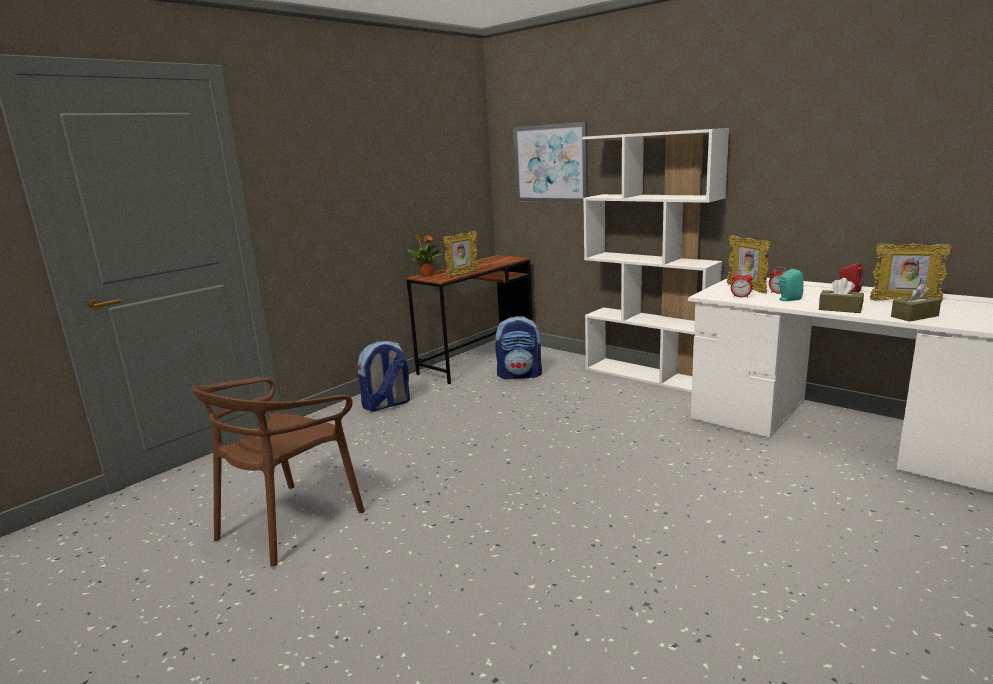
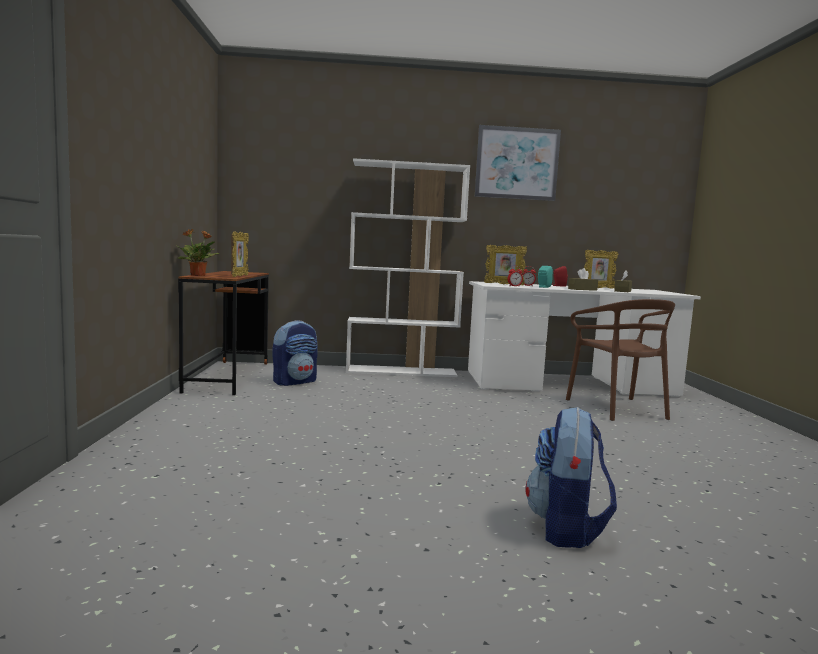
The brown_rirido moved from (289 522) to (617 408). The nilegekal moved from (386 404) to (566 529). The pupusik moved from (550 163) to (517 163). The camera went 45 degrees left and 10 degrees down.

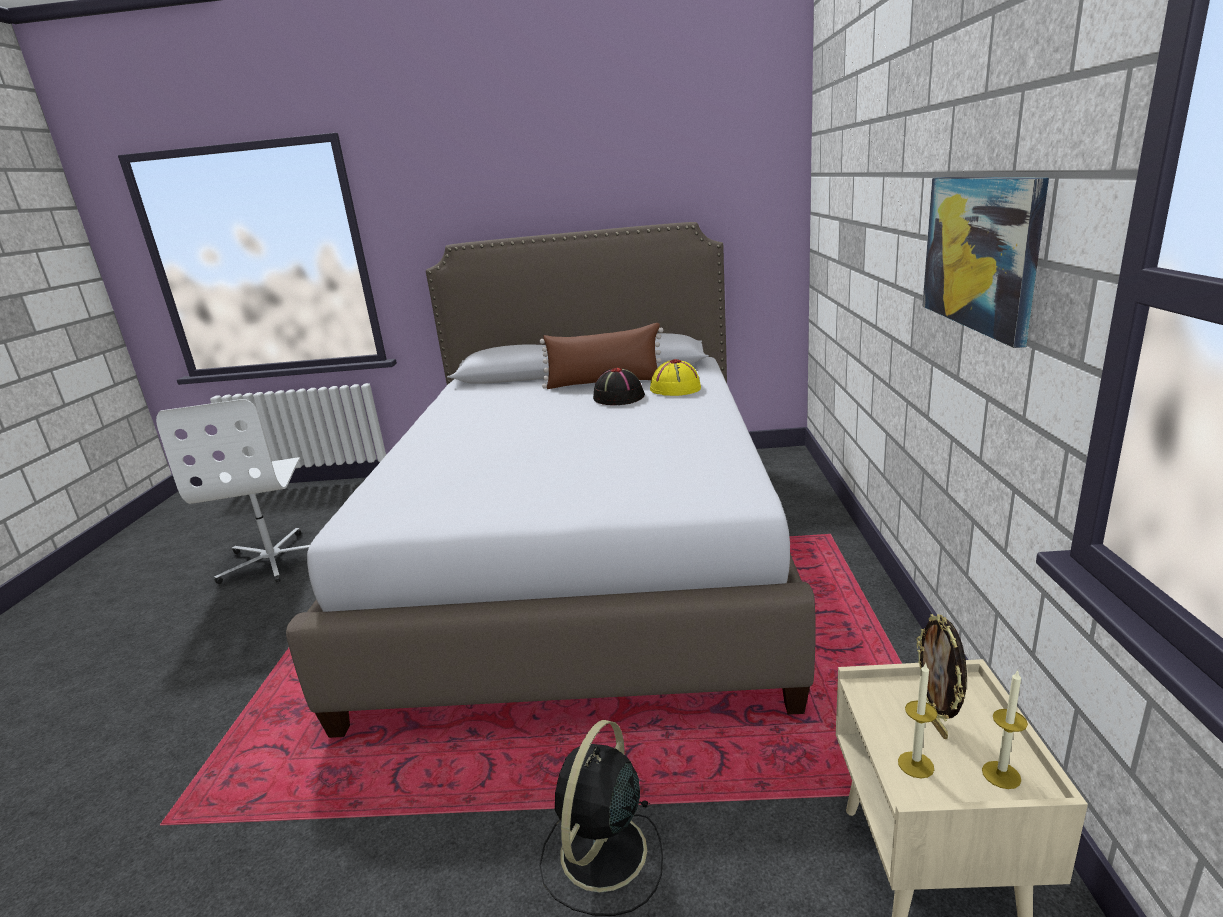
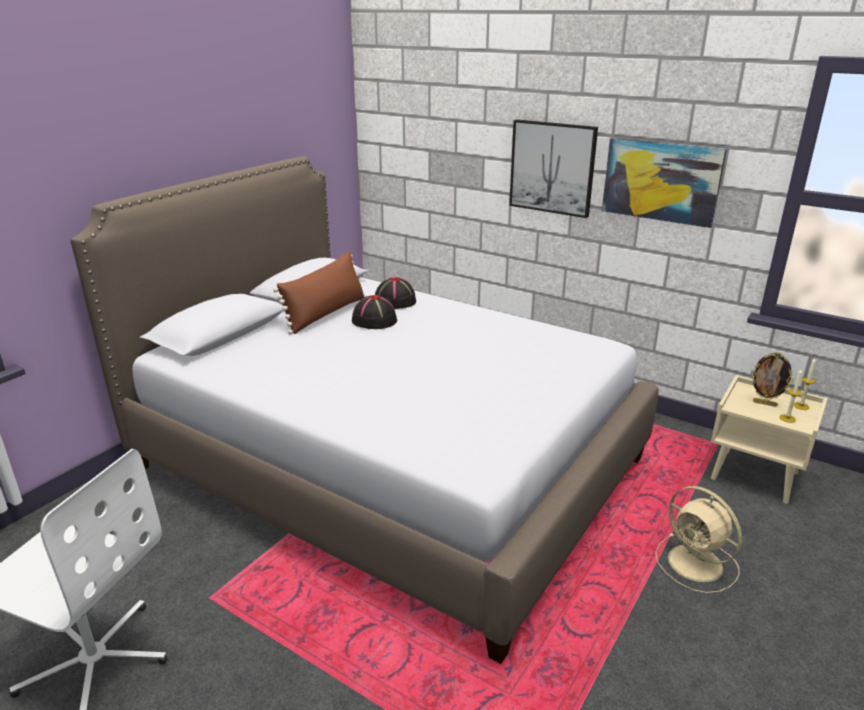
The pupusik at (552 167) appeared. The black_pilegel at (602 855) became the beige_pilegel at (697 564). The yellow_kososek at (675 389) became the black_kososek at (394 302). The camera went 60 degrees left and 5 degrees up.

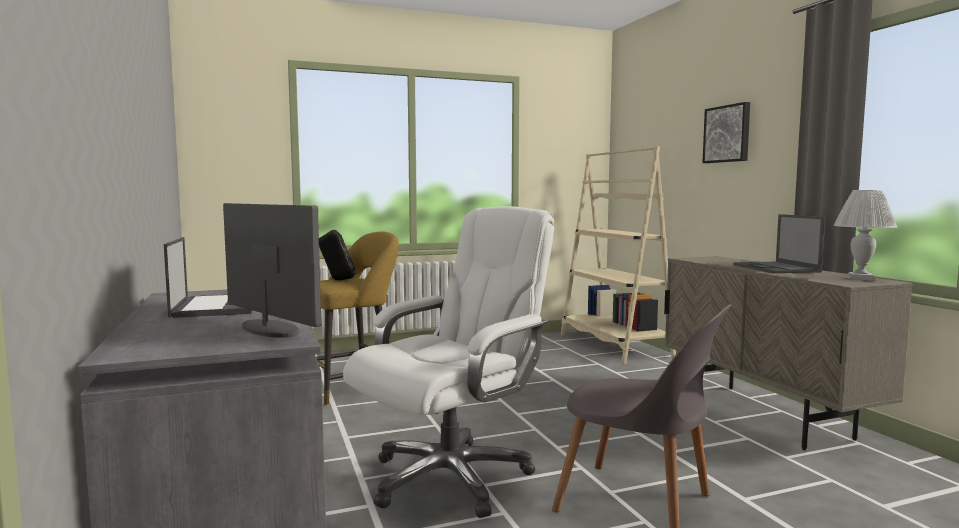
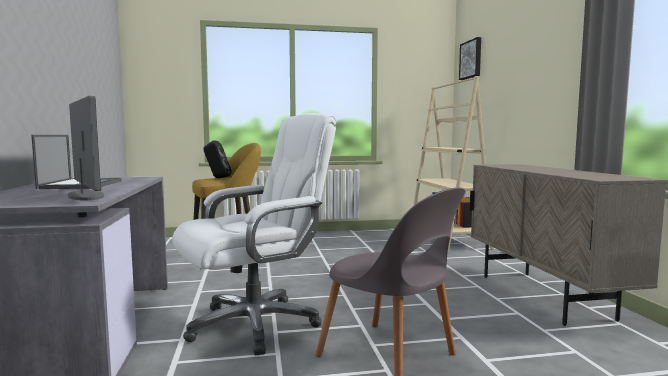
The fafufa at (776 268) disappeared. The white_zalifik at (860 278) disappeared. The pupusik moved from (728 134) to (471 59). The camera went 10 degrees right and 0 degrees up.

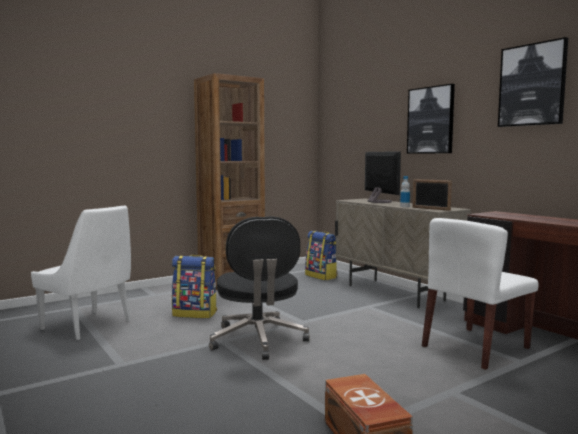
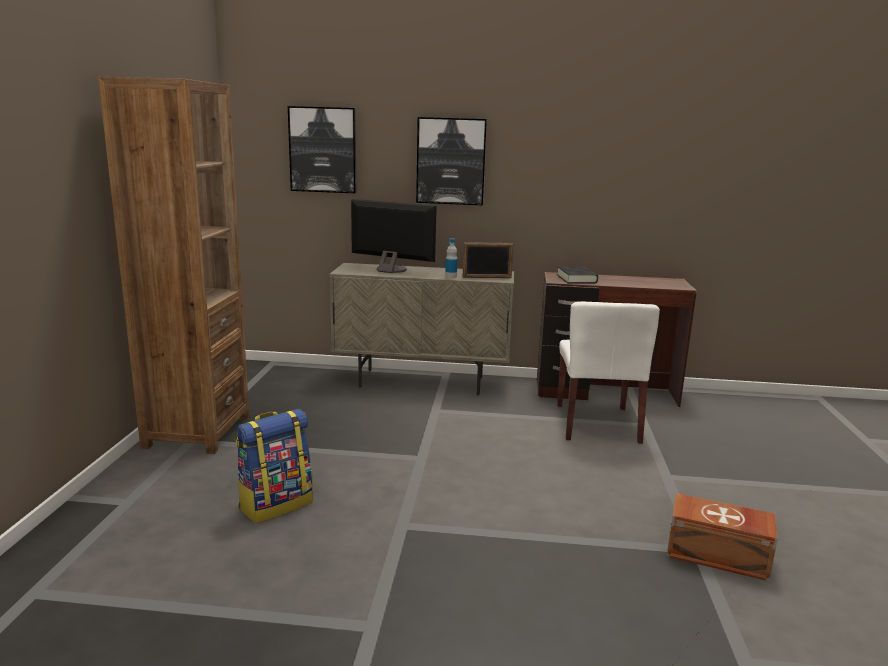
The white_rirido at (89 325) disappeared. The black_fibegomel at (258 340) disappeared. The nilegekal at (321 276) disappeared. The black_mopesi at (576 279) appeared. The pupusik moved from (532 85) to (323 150). The camera went 50 degrees left and 10 degrees up.

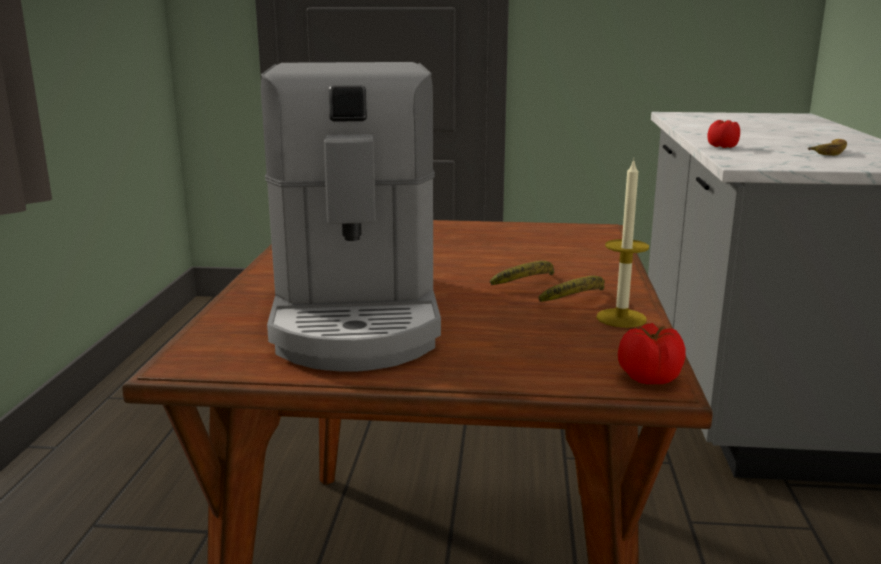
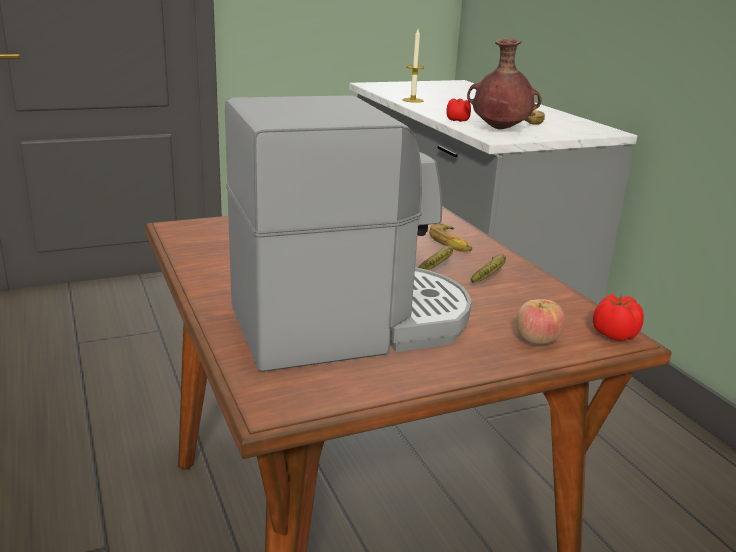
The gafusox at (451 243) appeared. The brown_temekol at (499 130) appeared. The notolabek at (536 340) appeared. The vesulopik moved from (621 318) to (413 100). The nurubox at (357 315) turned 75 degrees counterclockwise. The camera went 30 degrees left and 5 degrees up.

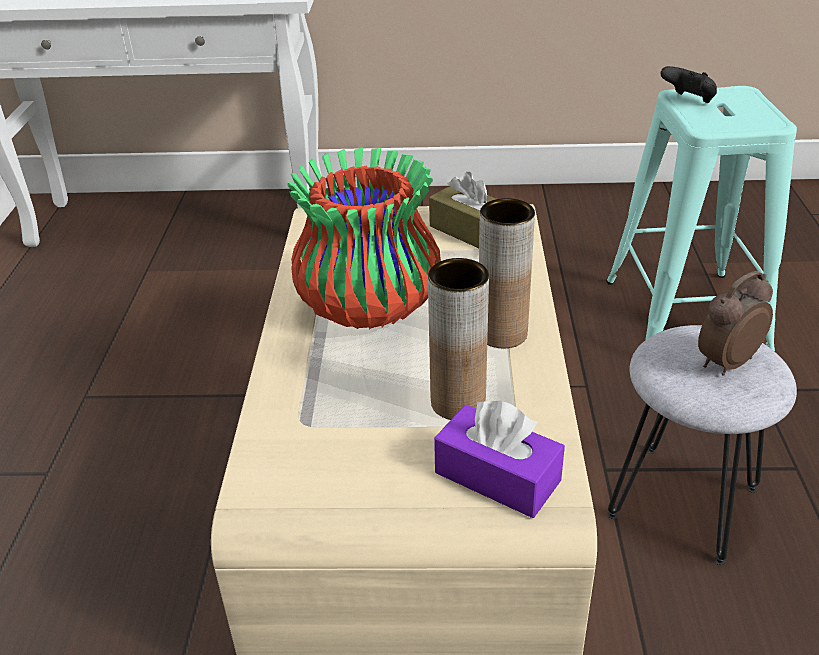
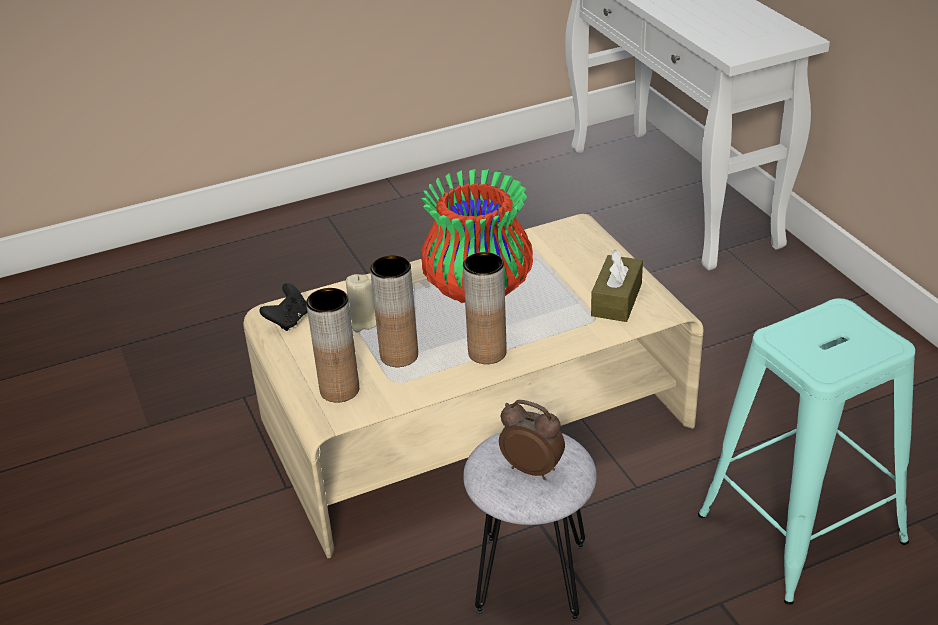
The beige_vesulopik at (363 322) appeared. The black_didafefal moved from (688 101) to (288 321). The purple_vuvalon at (497 476) was replaced by the brown_temekol at (339 390). The camera went 65 degrees right and 0 degrees up.

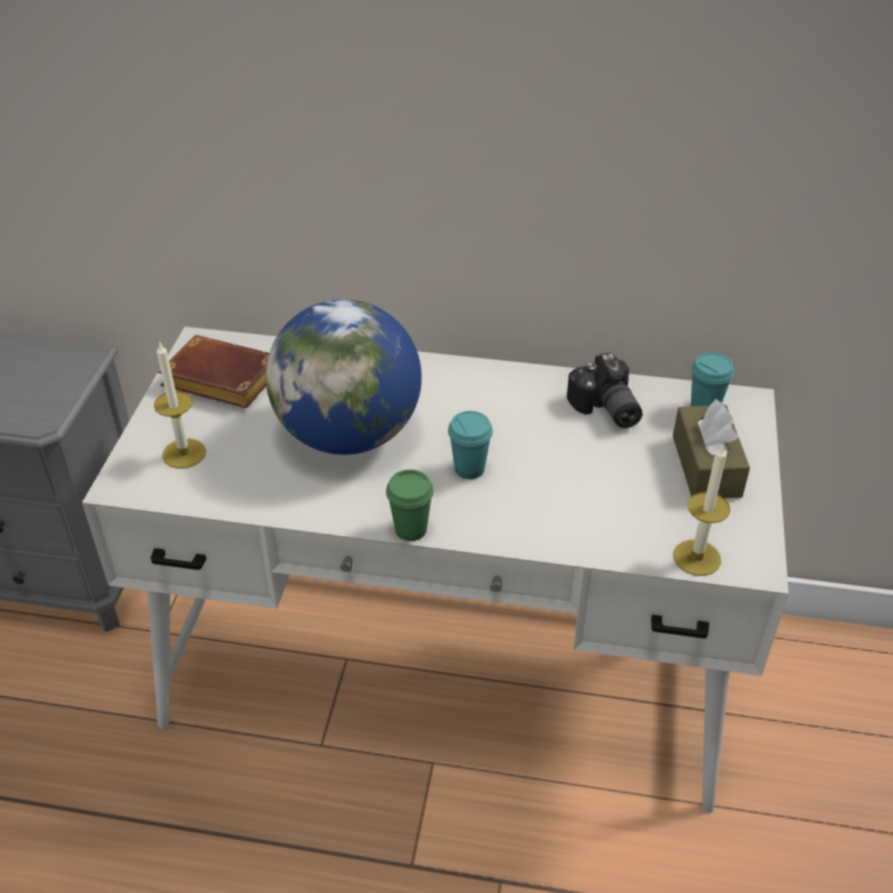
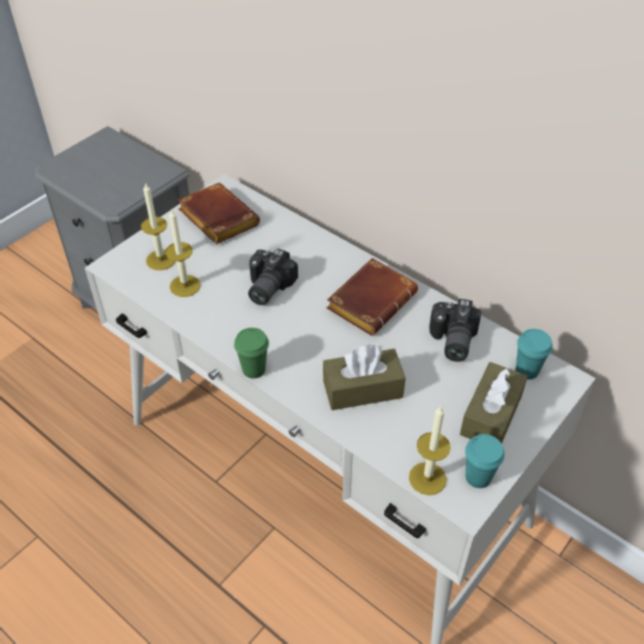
The vesulopik at (185 286) appeared. The brown_vuvalon at (362 389) appeared. The brown_mopesi at (371 300) appeared. The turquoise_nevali moved from (469 469) to (478 477). The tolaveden at (348 434) was replaced by the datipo at (266 287). The camera went 30 degrees right and 5 degrees up.

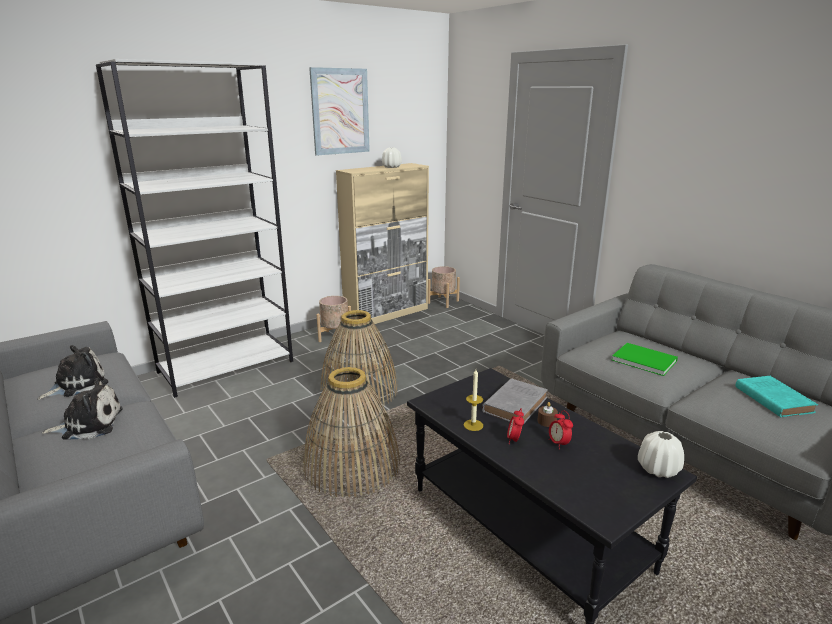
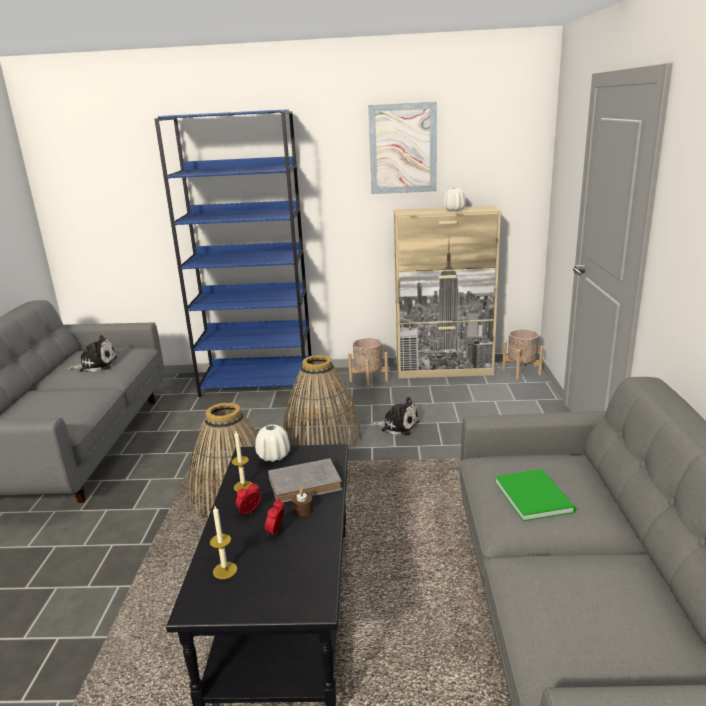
The turquoise_mopesi at (772 398) disappeared. The vesulopik at (225 570) appeared. The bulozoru moved from (89 424) to (398 426). The white_temekol moved from (658 469) to (274 456). The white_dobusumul at (227 366) became the blue_dobusumul at (258 383). The camera went 40 degrees right and 0 degrees up.

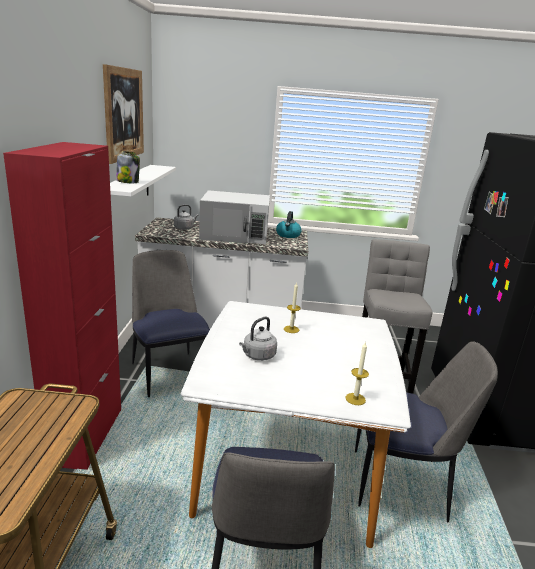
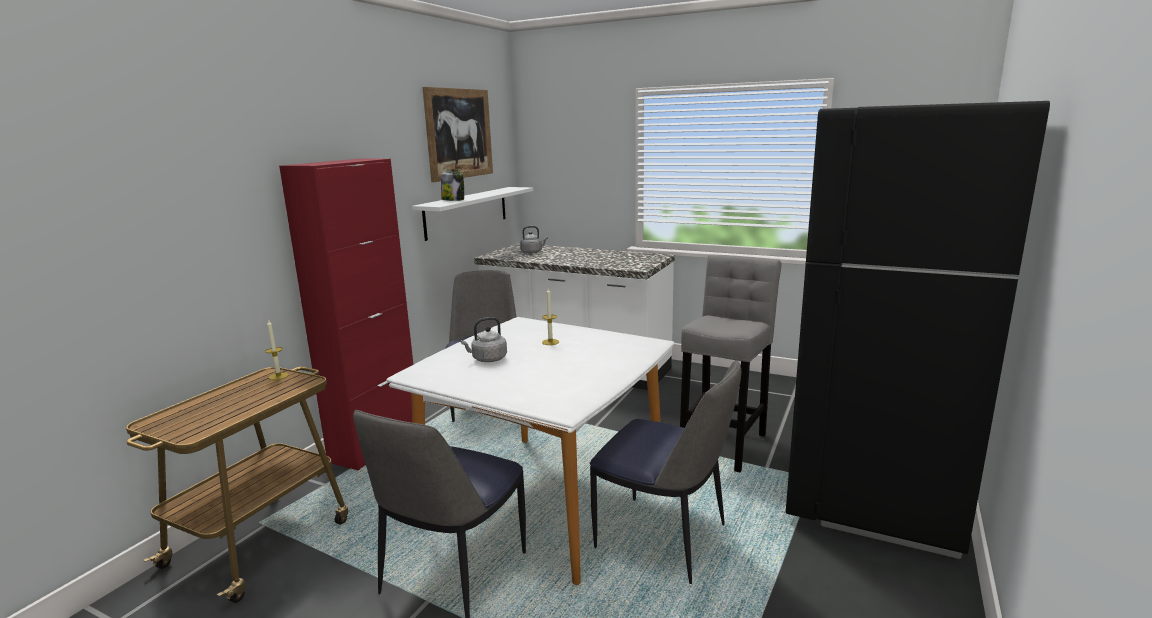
The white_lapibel at (235 234) disappeared. The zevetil at (288 235) disappeared. The vesulopik moved from (355 399) to (278 376). The camera went 25 degrees right and 5 degrees down.

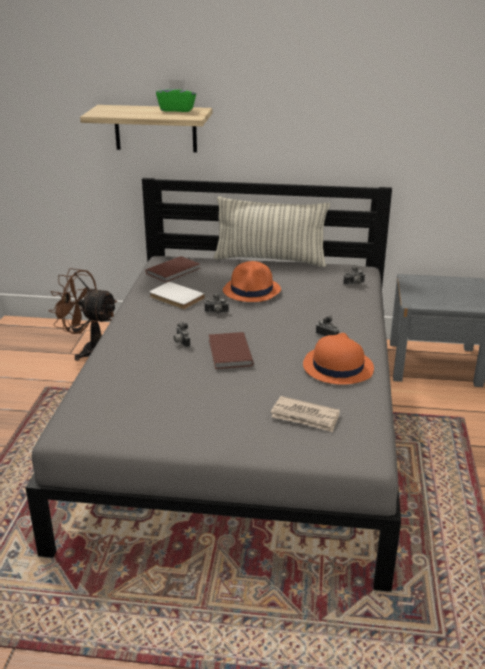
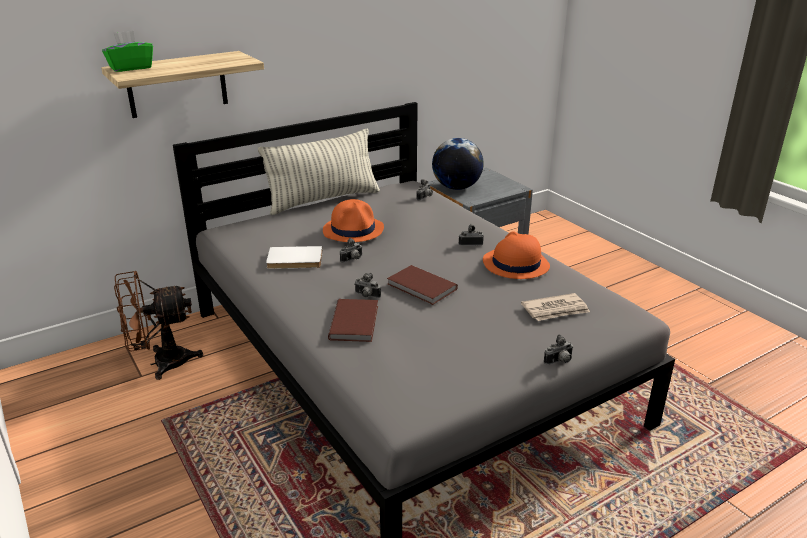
The tolaveden at (456 187) appeared. The datipo at (559 361) appeared. The brown_mopesi moved from (174 271) to (356 322). The green_vuvalon moved from (177 109) to (130 68). The camera went 40 degrees left and 0 degrees up.

